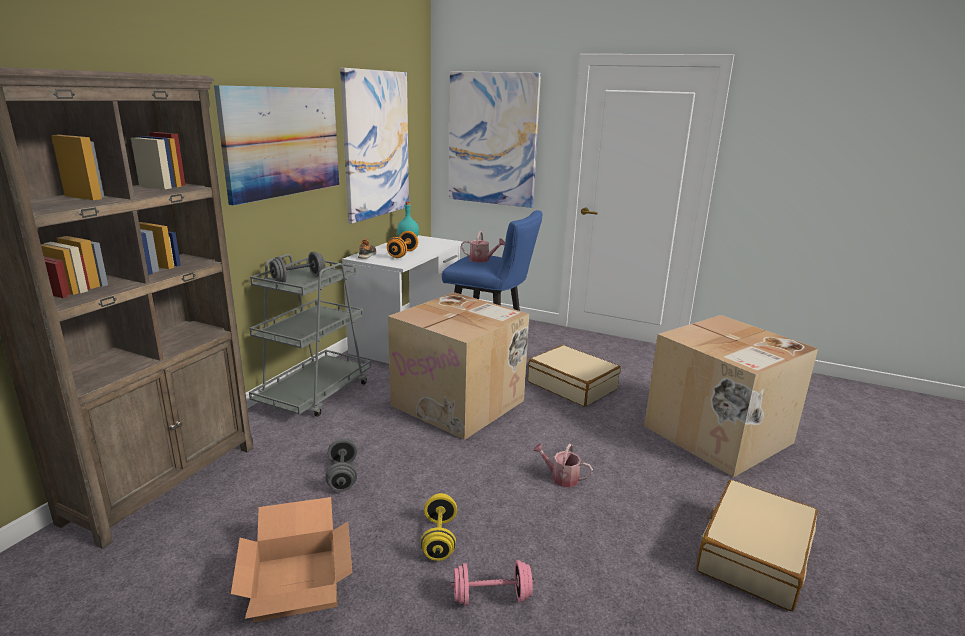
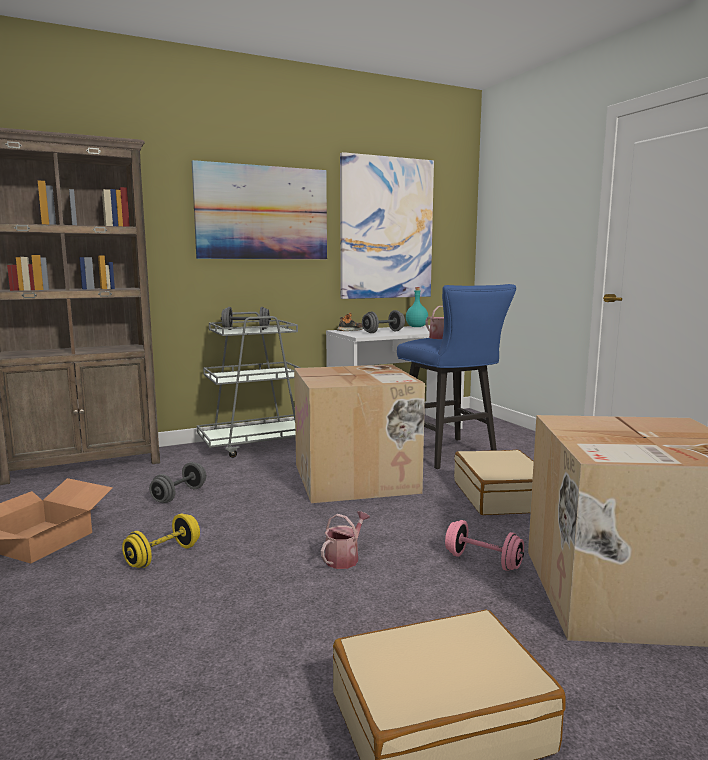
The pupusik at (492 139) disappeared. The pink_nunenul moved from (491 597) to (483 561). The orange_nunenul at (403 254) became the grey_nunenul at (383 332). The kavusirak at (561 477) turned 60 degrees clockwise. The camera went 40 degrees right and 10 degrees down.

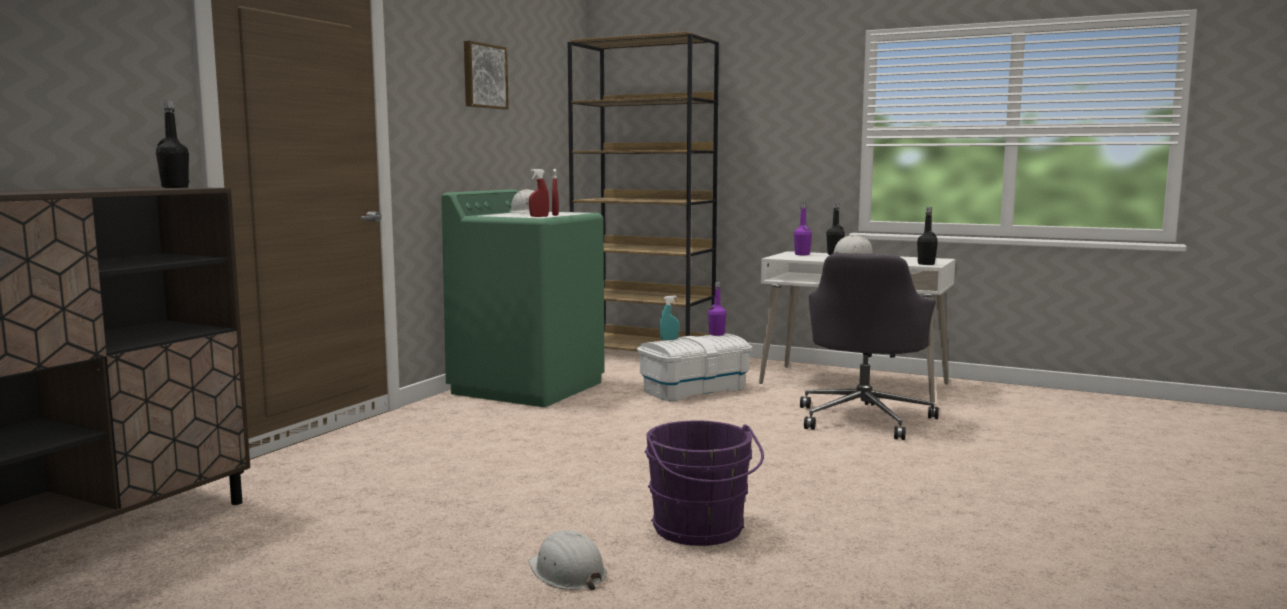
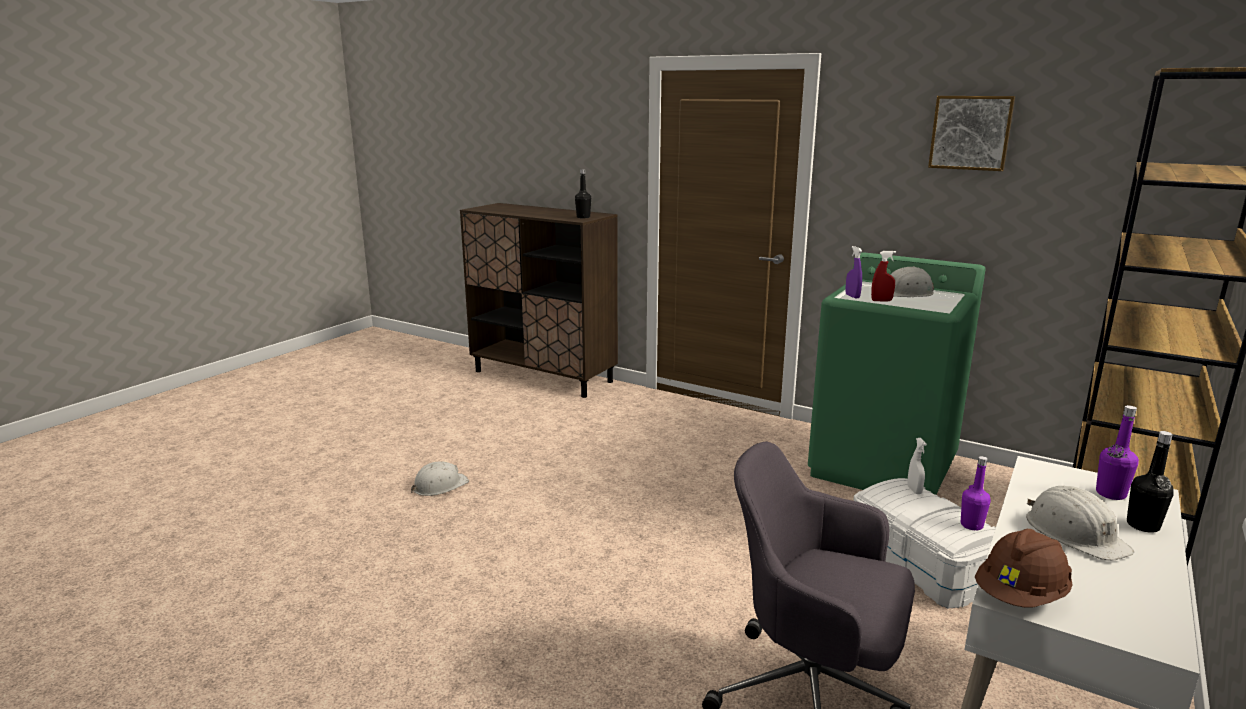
The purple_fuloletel at (700 530) disappeared. The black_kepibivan at (926 264) was replaced by the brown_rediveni at (1020 596). The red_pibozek at (539 216) became the purple_pibozek at (852 296). The turquoise_pibozek at (669 339) became the white_pibozek at (914 490). The camera went 95 degrees right and 10 degrees up.

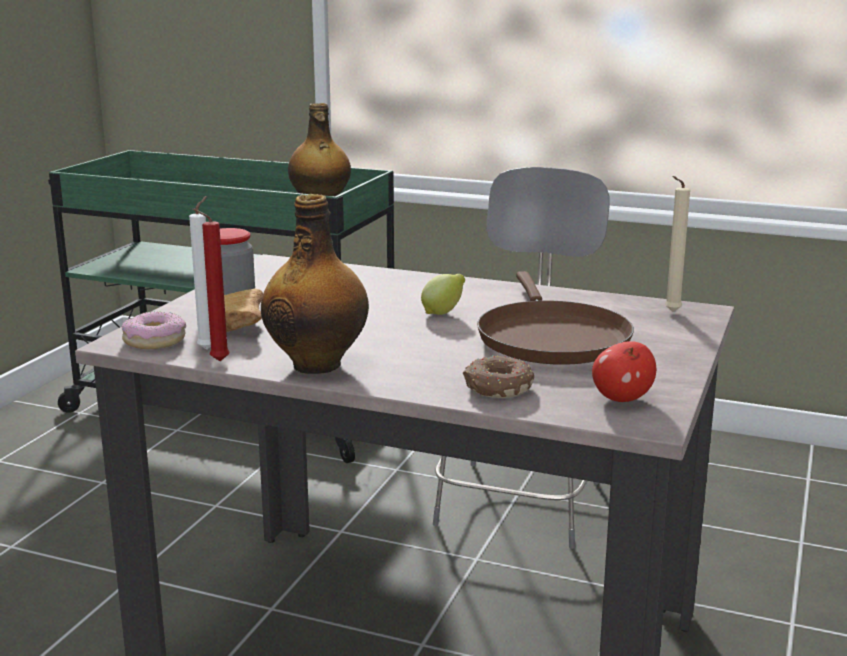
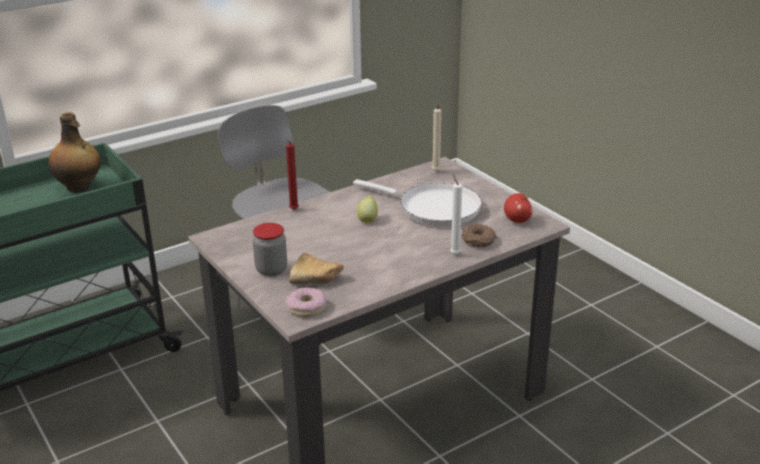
The kepibivan at (318 364) disappeared. The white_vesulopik moved from (209 348) to (454 253). The red_vesulopik moved from (216 361) to (293 210). The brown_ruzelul at (550 338) became the white_ruzelul at (434 208). The camera went 55 degrees left and 10 degrees up.

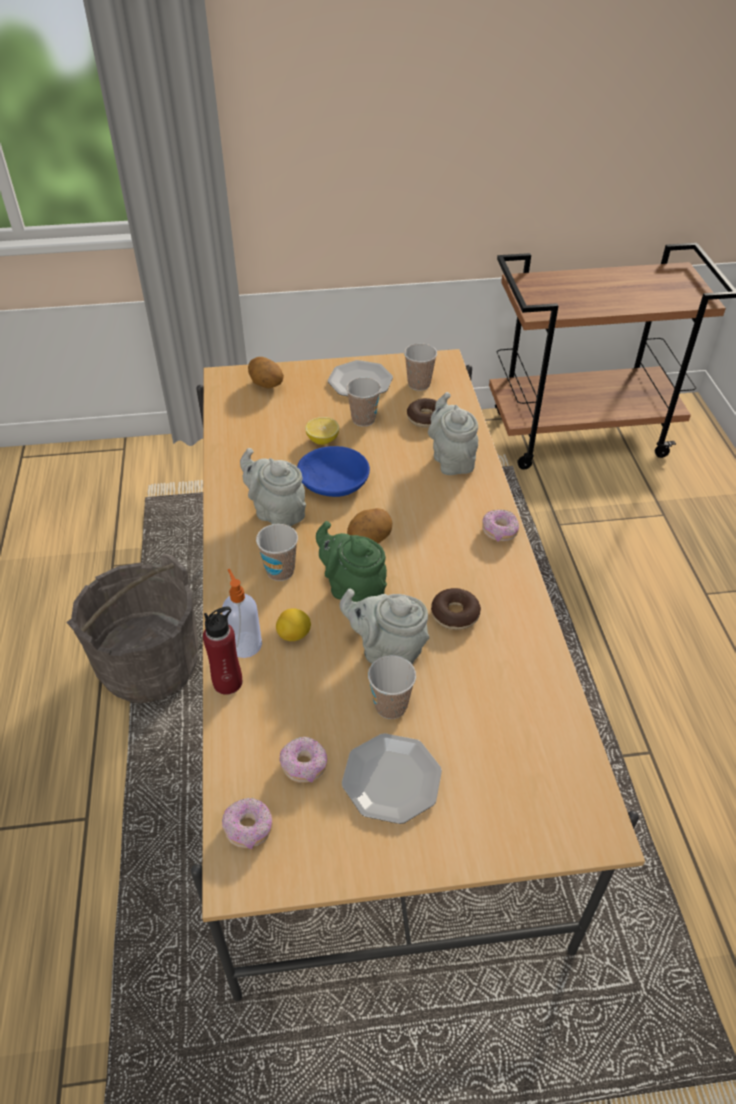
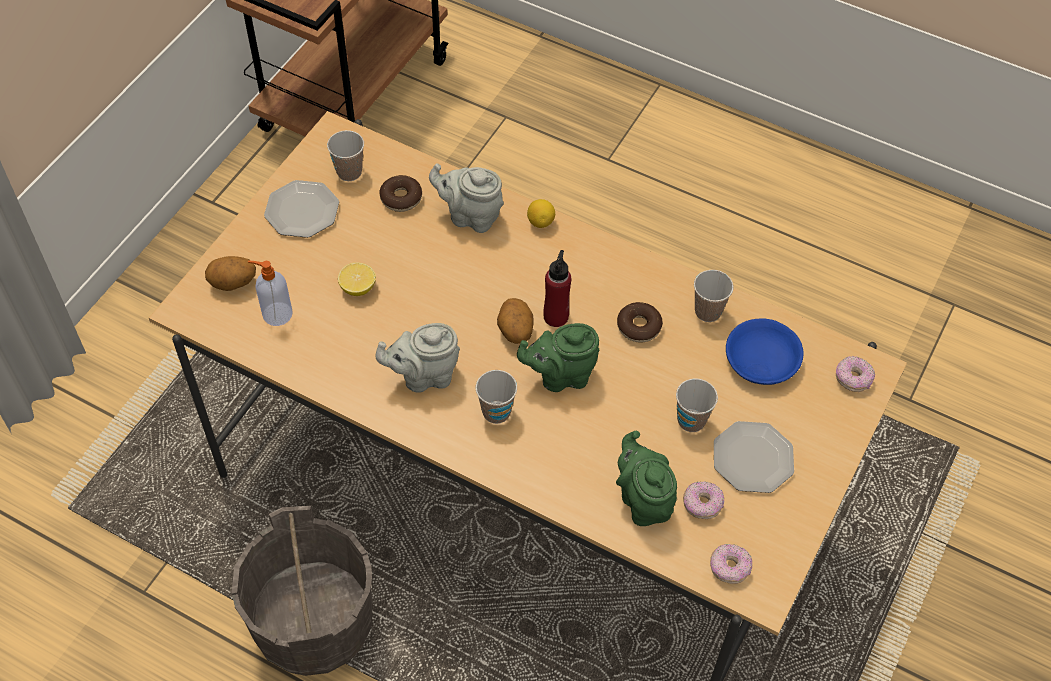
The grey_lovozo at (387 651) disappeared. The green_lovozo at (643 500) appeared. The red_kepibivan moved from (228 682) to (556 316). The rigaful moved from (244 644) to (276 314). The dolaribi moved from (294 635) to (540 222). The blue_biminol moved from (332 481) to (760 361). The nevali moved from (363 419) to (708 311). The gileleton moved from (499 532) to (853 379). The camera went 55 degrees left and 10 degrees up.

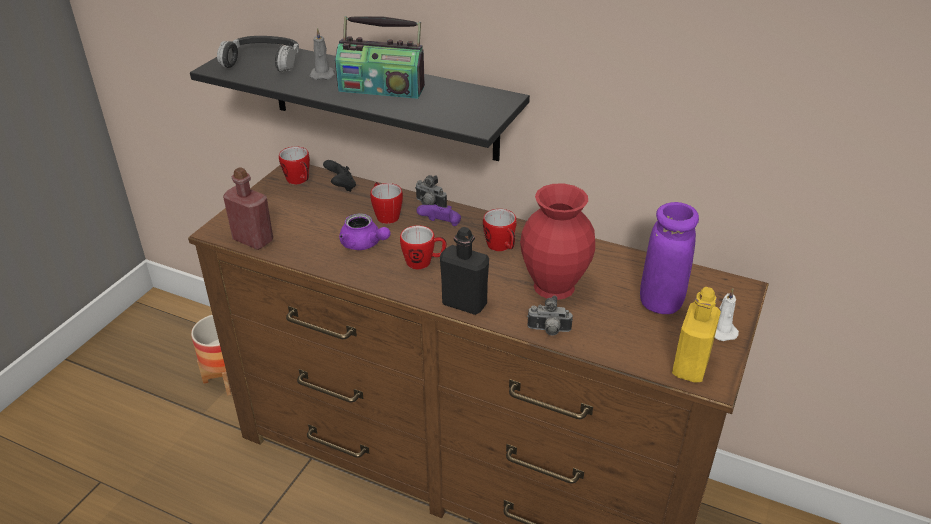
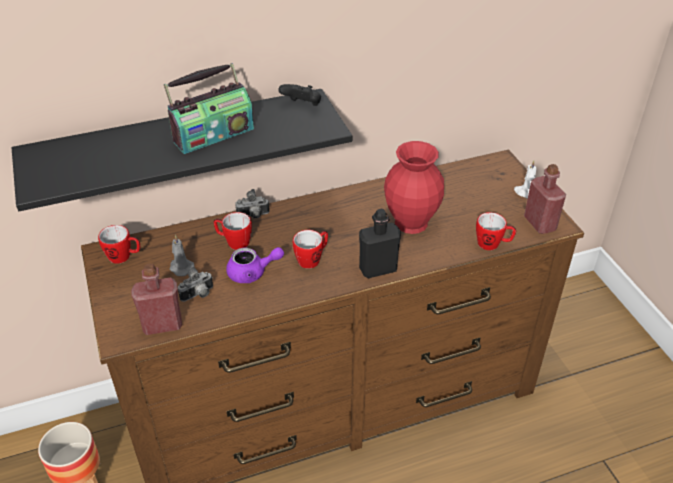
The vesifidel at (263 62) disappeared. The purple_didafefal at (441 226) disappeared. The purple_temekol at (660 302) disappeared. The grey_vesulopik moved from (322 74) to (181 268). The black_didafefal moved from (341 187) to (302 106). The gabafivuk moved from (501 247) to (493 244). The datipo moved from (548 331) to (198 295). The yellow_kepibivan at (690 367) became the red_kepibivan at (540 223). The camera went 45 degrees left and 5 degrees up.

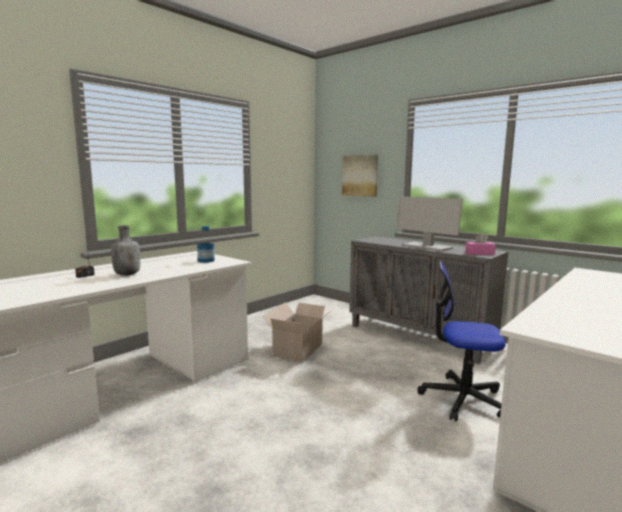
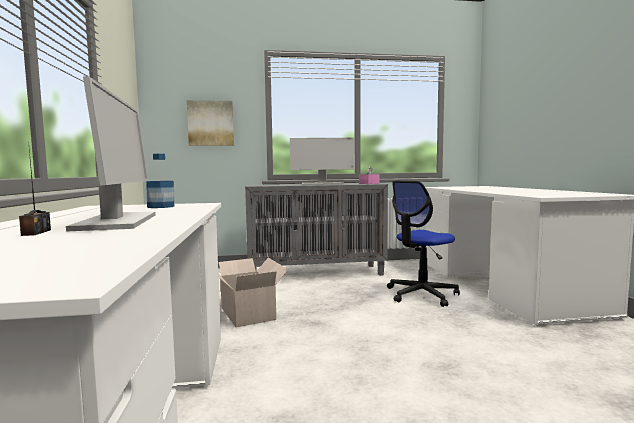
The grey_kepibivan at (127 274) was replaced by the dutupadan at (118 222). The camera went 50 degrees left and 5 degrees down.

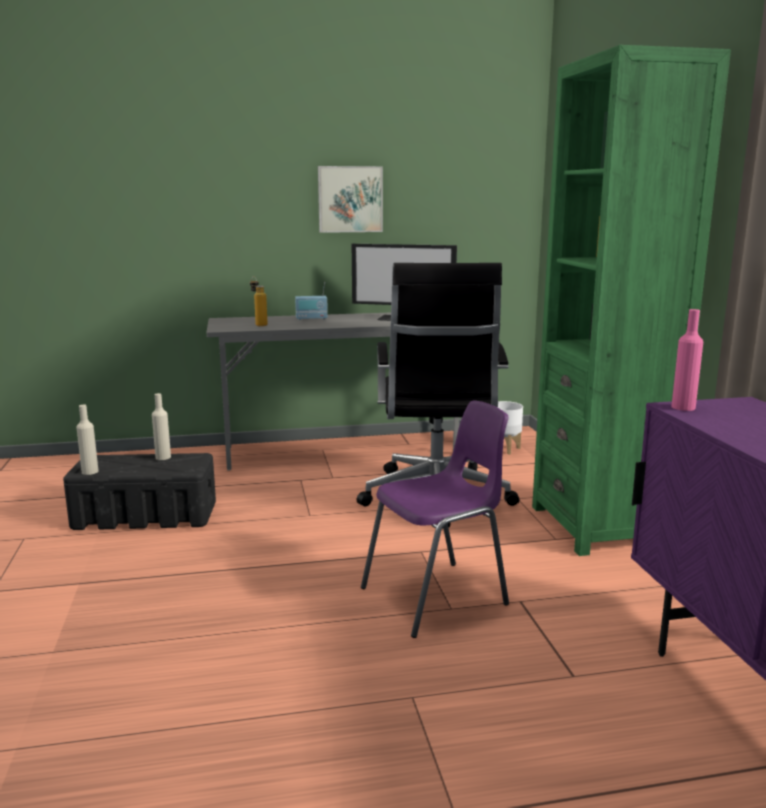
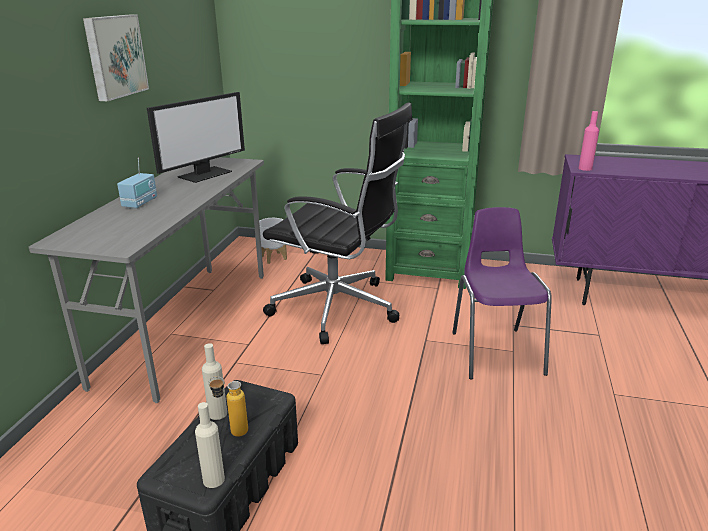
The kepibivan moved from (259 324) to (232 432). The camera went 65 degrees left and 10 degrees up.

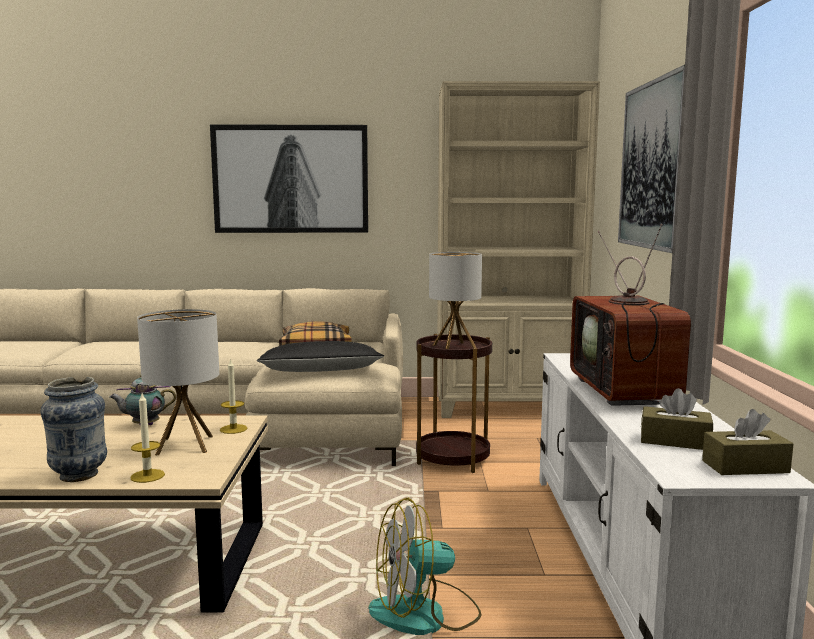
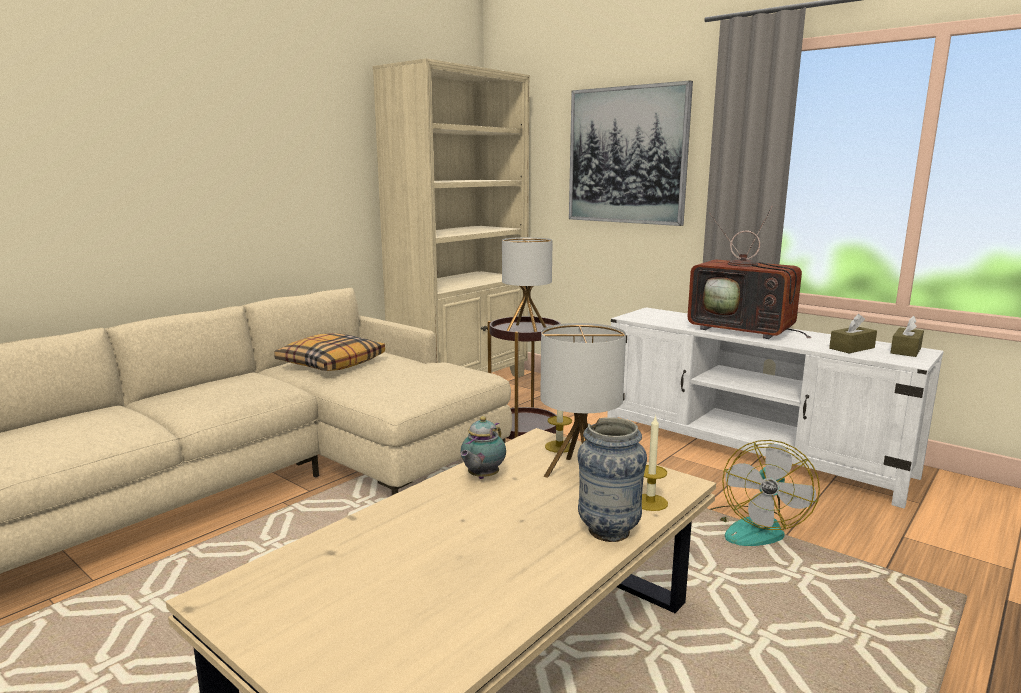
The pupusik at (291 179) disappeared. The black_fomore at (320 371) disappeared. The camera went 50 degrees left and 5 degrees up.

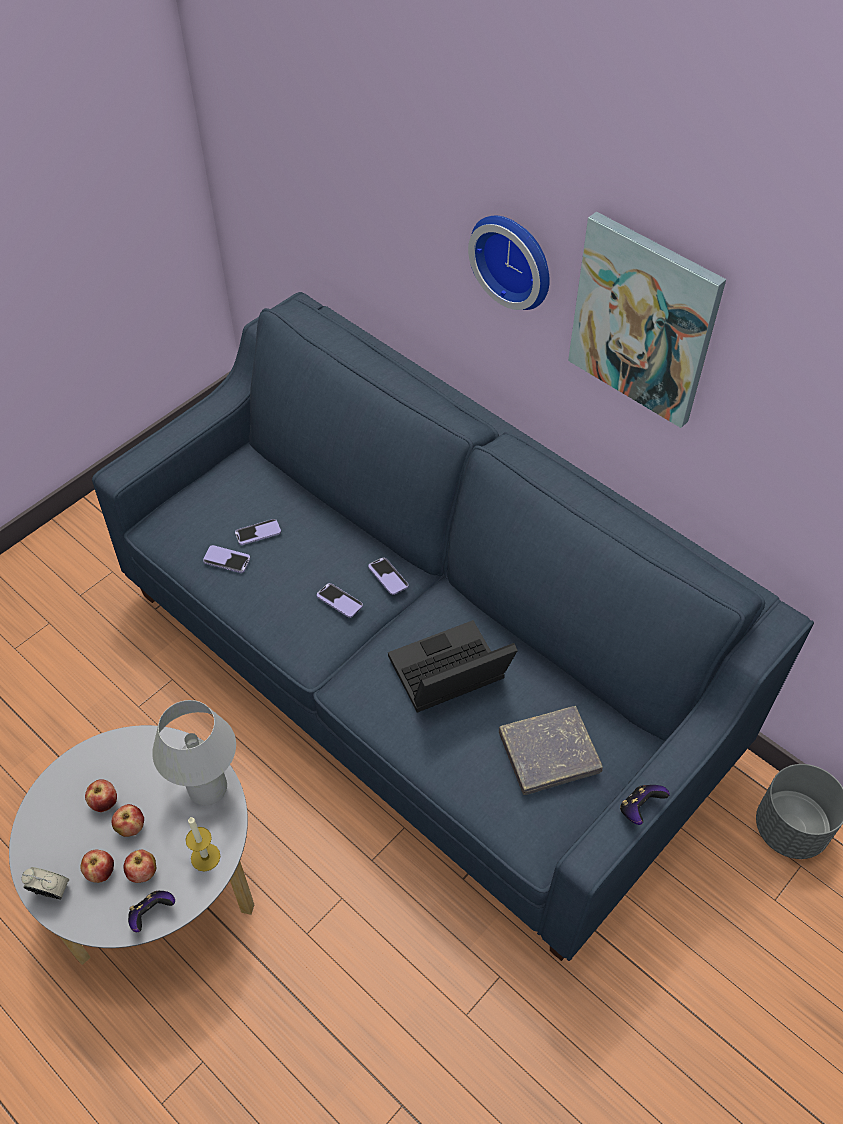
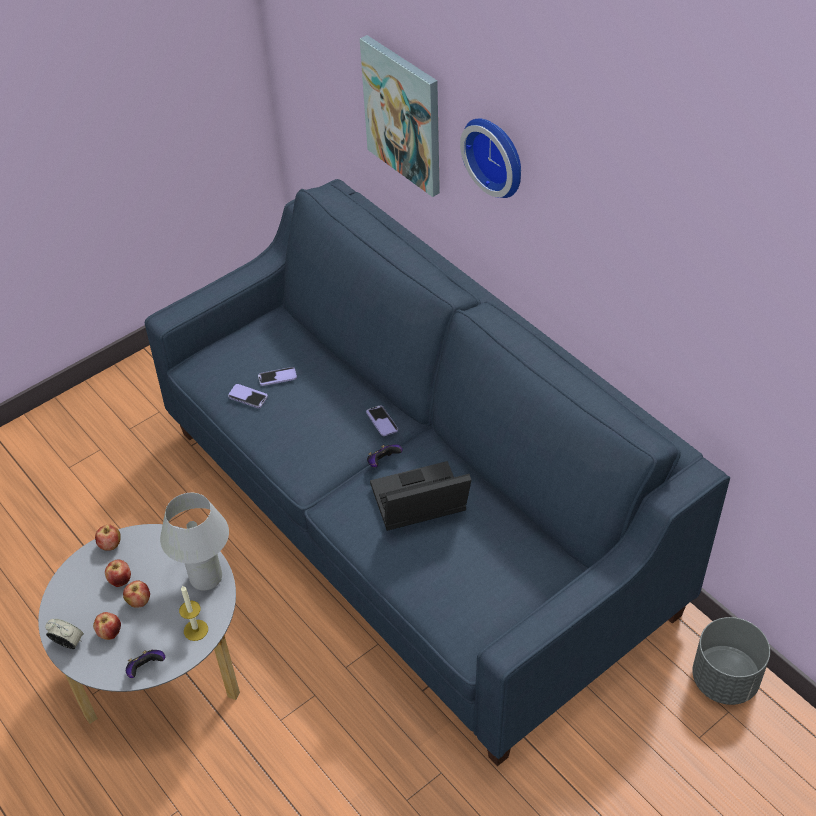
The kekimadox at (339 601) disappeared. The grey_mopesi at (549 753) disappeared. The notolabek moved from (143 873) to (110 545). The pupusik moved from (644 320) to (404 115). The didafefal moved from (639 809) to (383 462). The camera went 10 degrees right and 5 degrees down.

